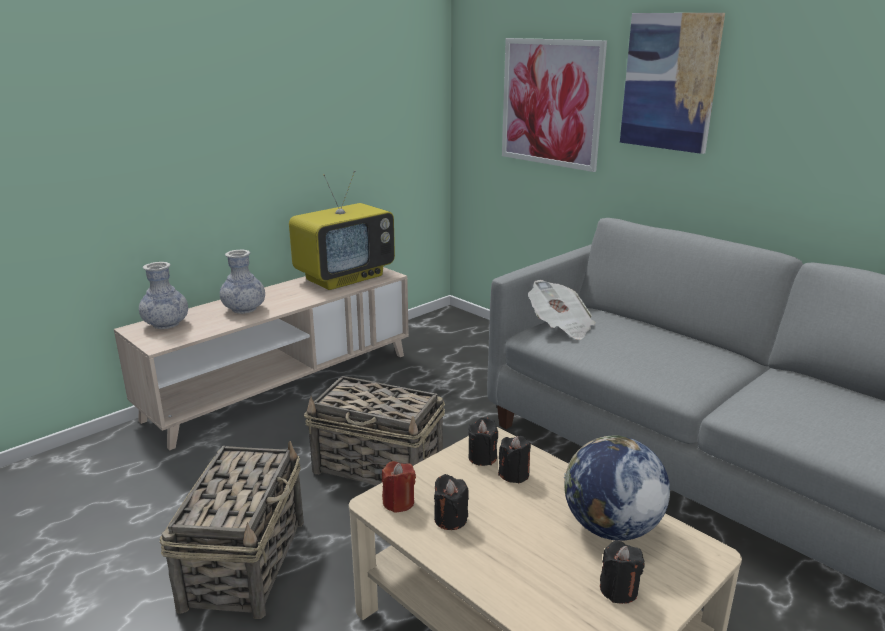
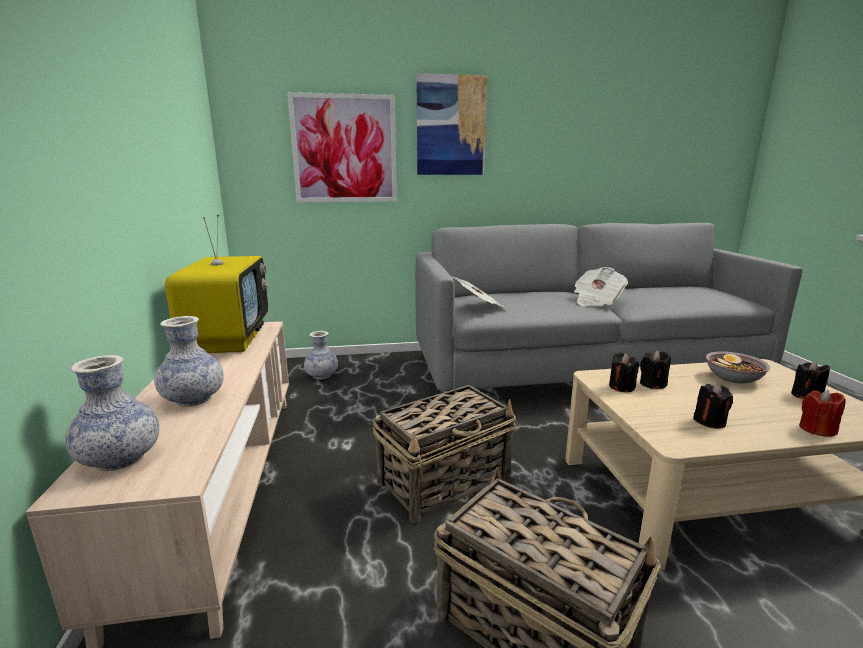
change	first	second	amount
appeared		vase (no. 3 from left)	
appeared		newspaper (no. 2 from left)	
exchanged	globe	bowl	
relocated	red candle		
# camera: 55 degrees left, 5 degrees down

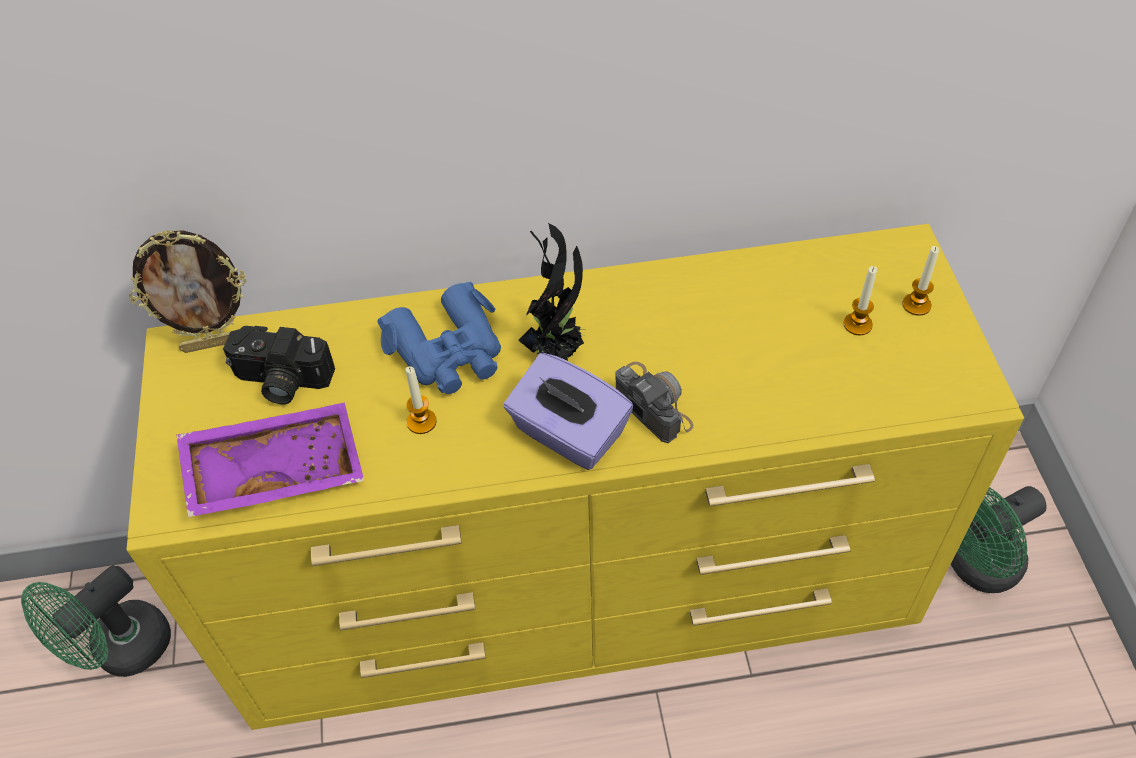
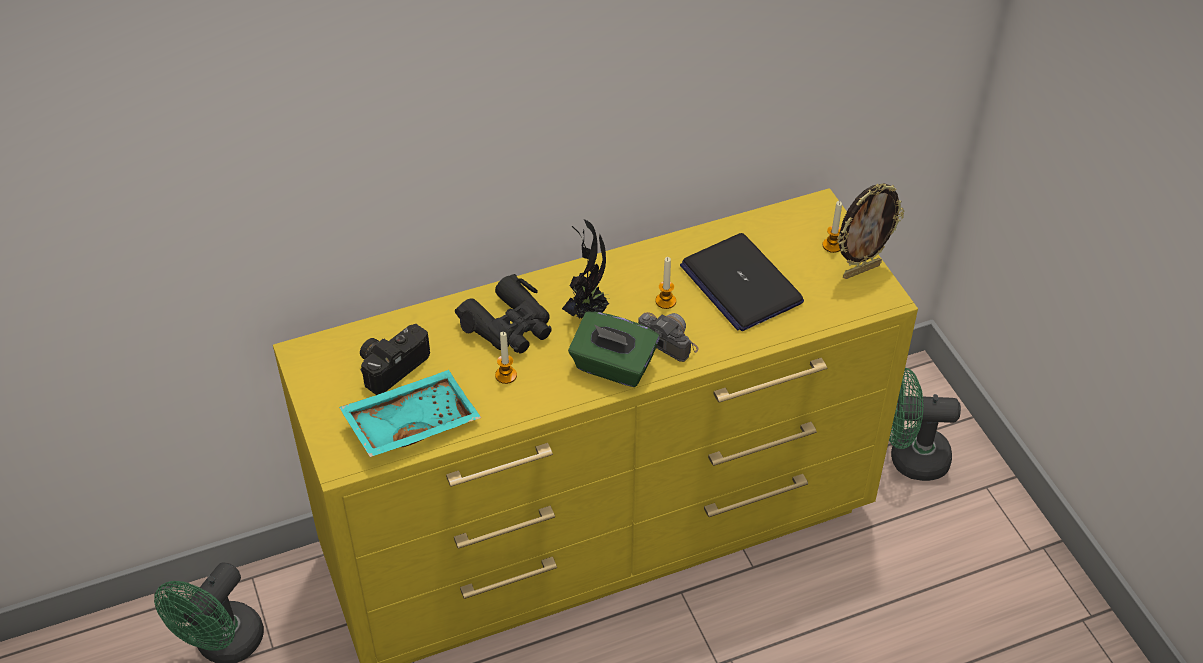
change	first	second	amount
colour	purple tray	turquoise tray	
spun	photo camera (no. 1 from left)		135 degrees clockwise
colour	blue binoculars	black binoculars	
colour	purple tissue box	green tissue box	
relocated	candle (no. 2 from left)		
appeared		laptop	
relocated	picture frame		
spun	green fan (no. 2 from left)		45 degrees clockwise
# camera: 15 degrees left, 5 degrees down

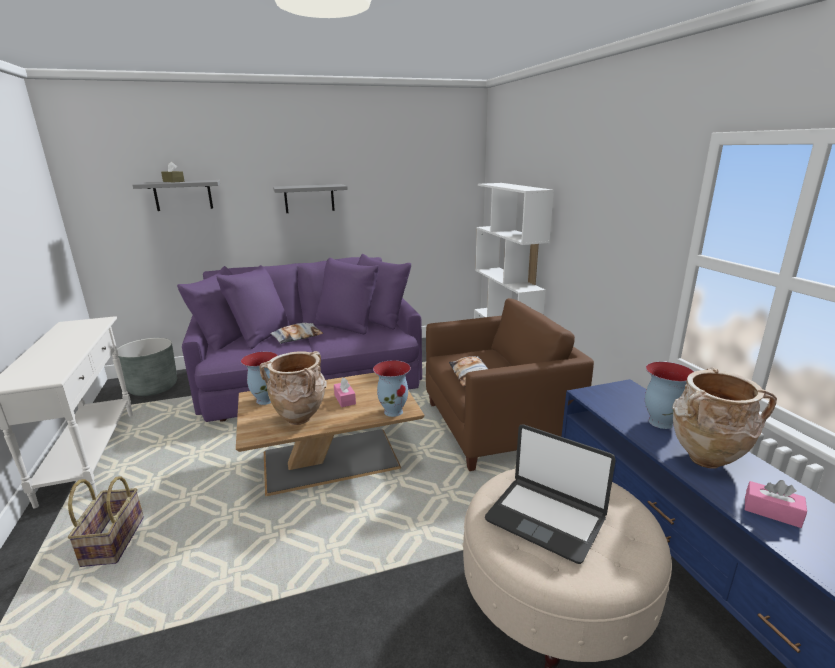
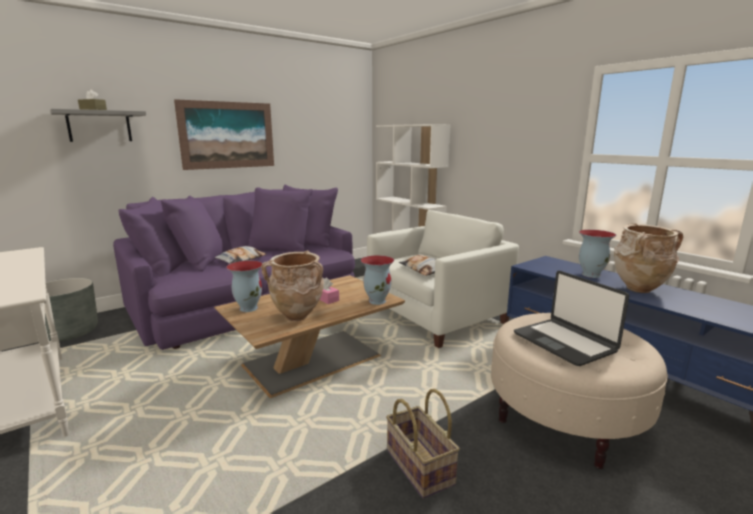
change	first	second	amount
exchanged	grey shelf (no. 2 from left)	picture	
colour	brown armchair	white armchair	
relocated	basket		
spun	laptop		45 degrees clockwise
missing	pink tissue box (no. 2 from left)		
# camera: 20 degrees left, 5 degrees down

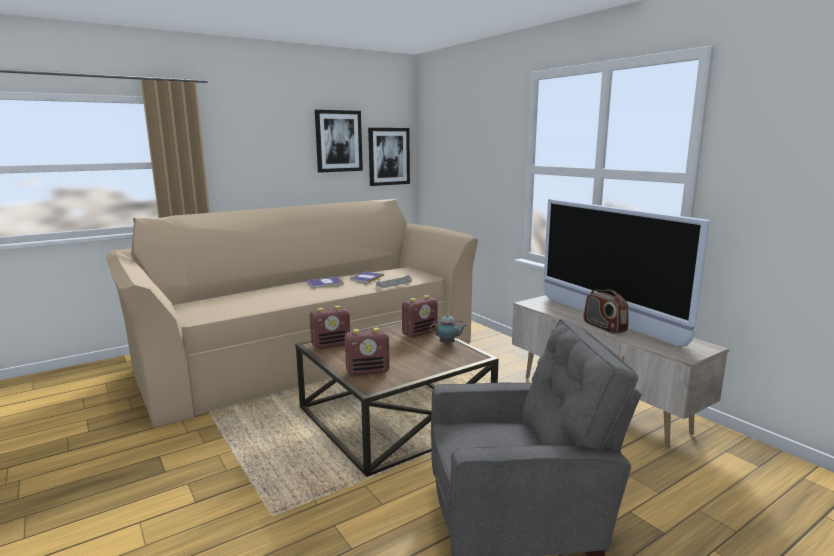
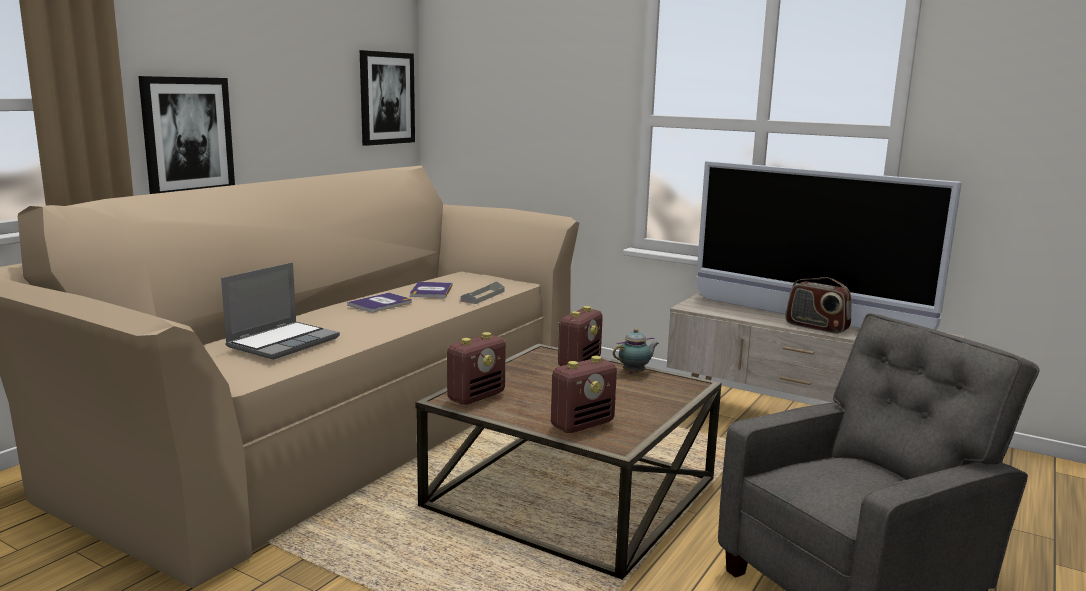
change	first	second	amount
relocated	picture (no. 1 from left)		
appeared		laptop	
# camera: 25 degrees left, 0 degrees up

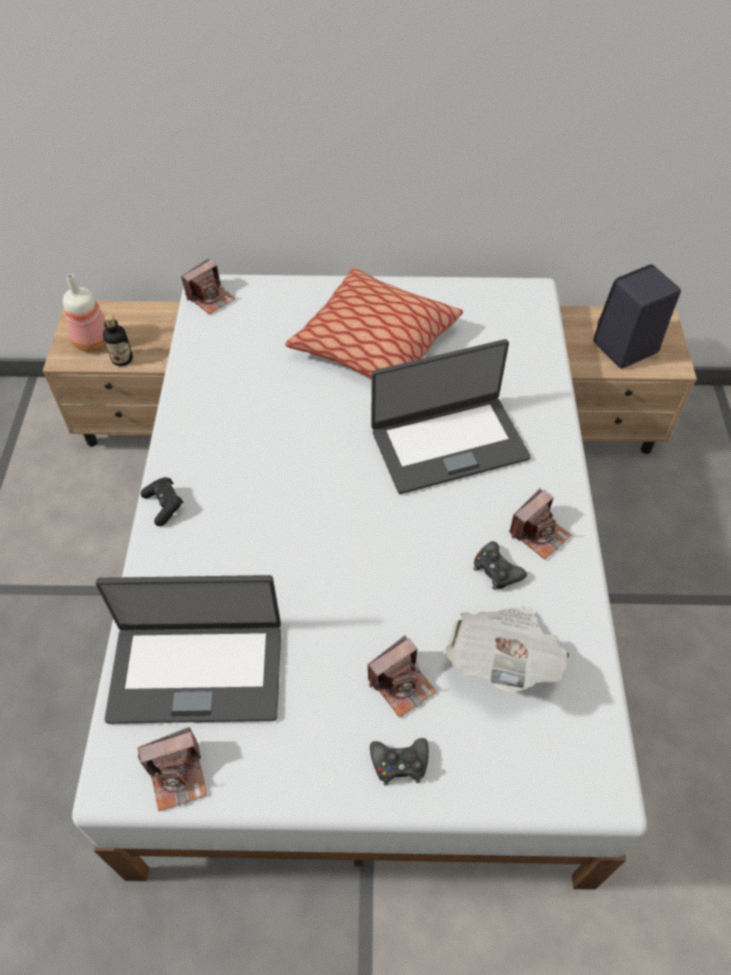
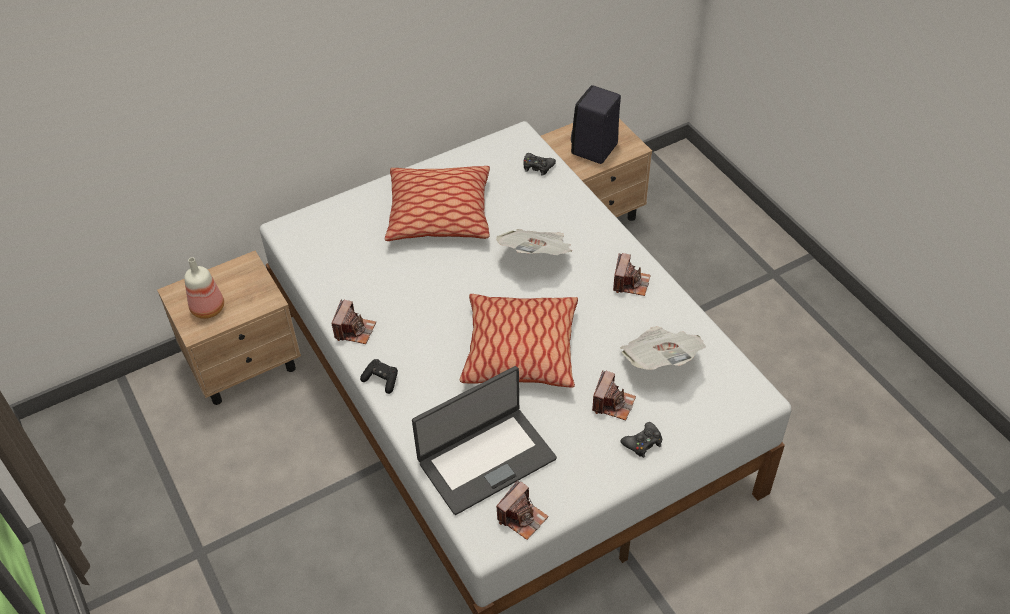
change	first	second	amount
relocated	photo camera (no. 2 from left in the first image)	photo camera (no. 1 from left)	
appeared		pillow (no. 2 from left)	
exchanged	laptop (no. 2 from left)	newspaper (no. 1 from left)	
relocated	black game controller (no. 3 from left in the first image)	black game controller (no. 2 from left)	
missing	bottle (no. 2 from left)		
# camera: 30 degrees left, 5 degrees down

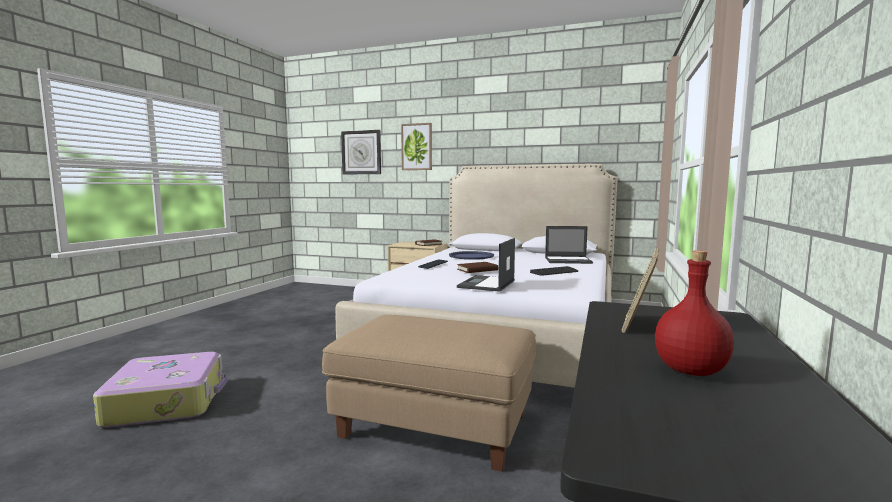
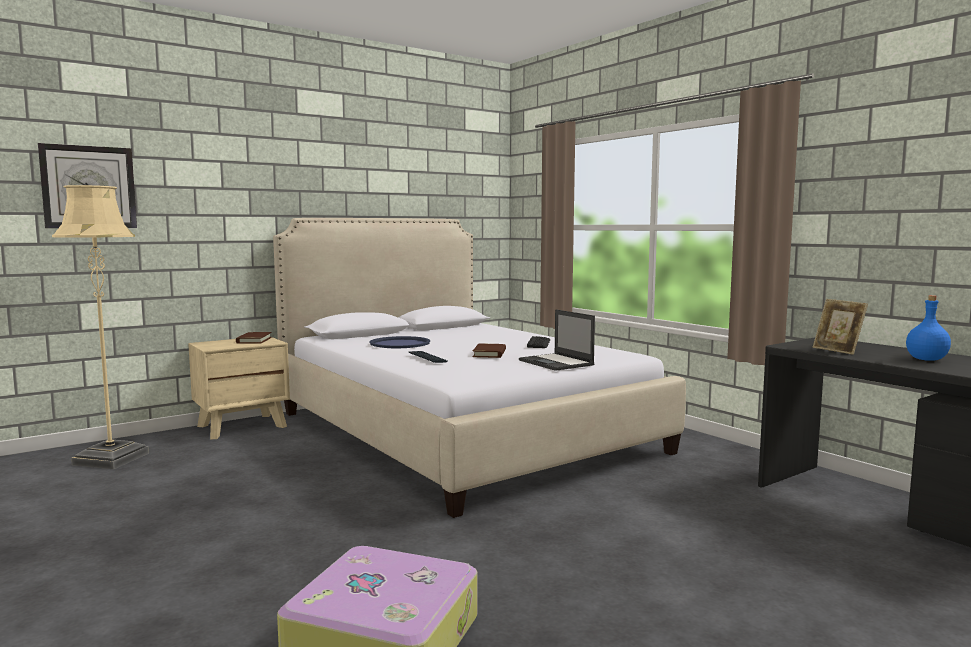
change	first	second	amount
appeared		beige floor lamp	
colour	red bottle	blue bottle	
missing	beige ottoman		
missing	picture		
missing	laptop (no. 2 from left)		
# camera: 55 degrees left, 0 degrees up

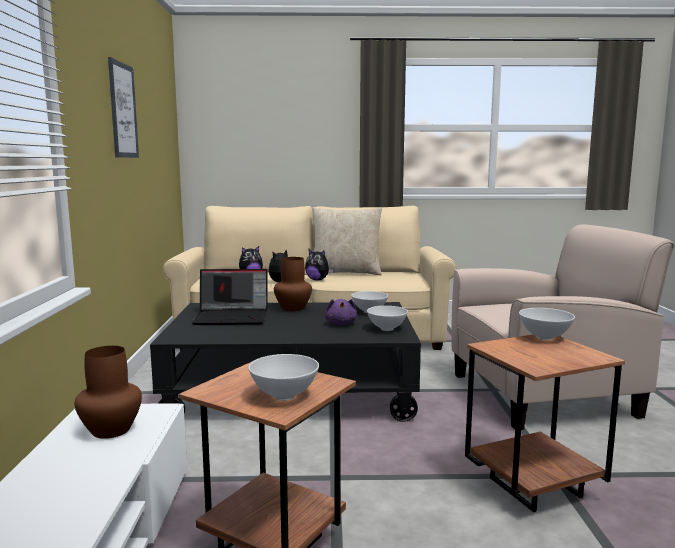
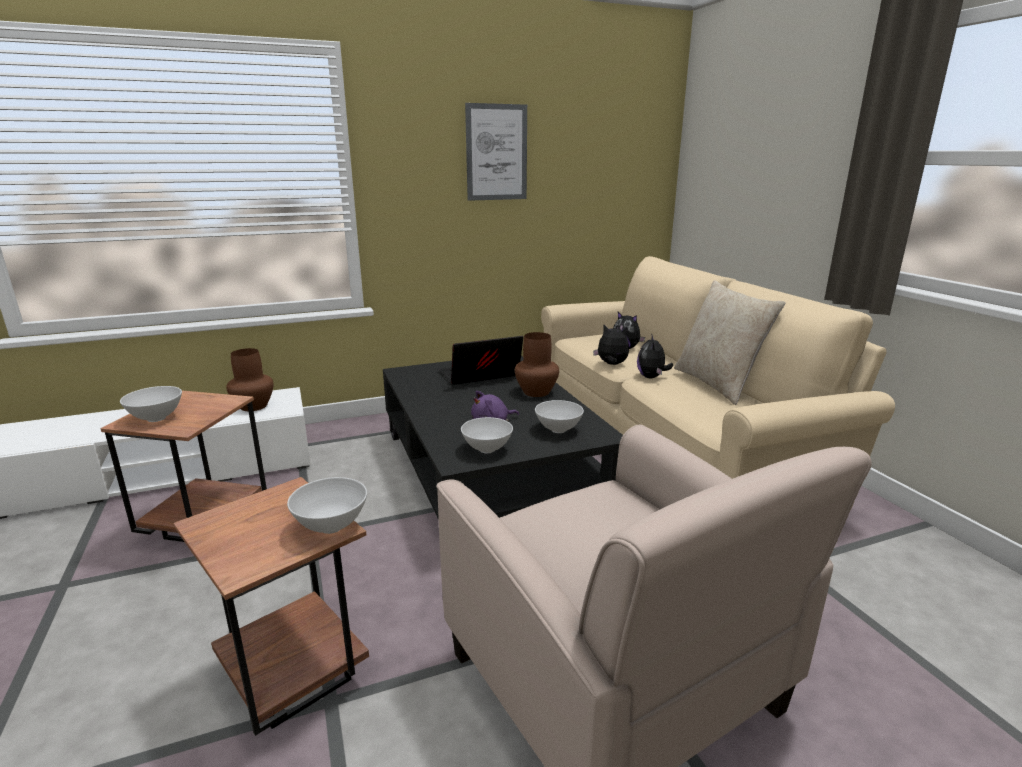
change	first	second	amount
spun	laptop		90 degrees clockwise
# camera: 70 degrees right, 10 degrees up

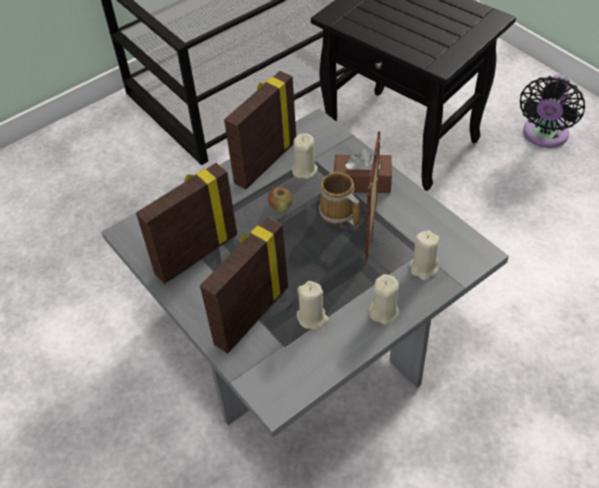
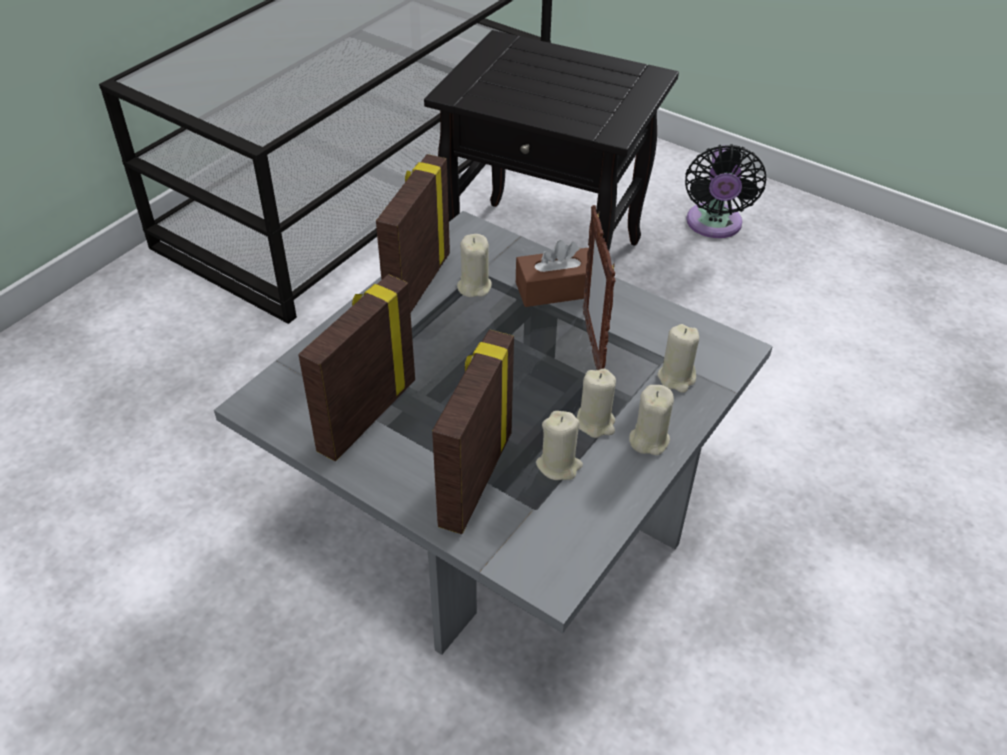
change	first	second	amount
appeared		beige candle (no. 3 from left)	
missing	apple		
missing	mug		
# camera: 20 degrees left, 5 degrees down

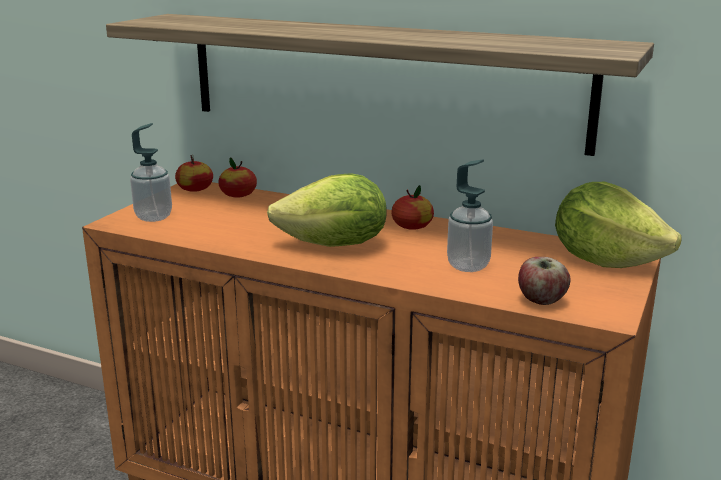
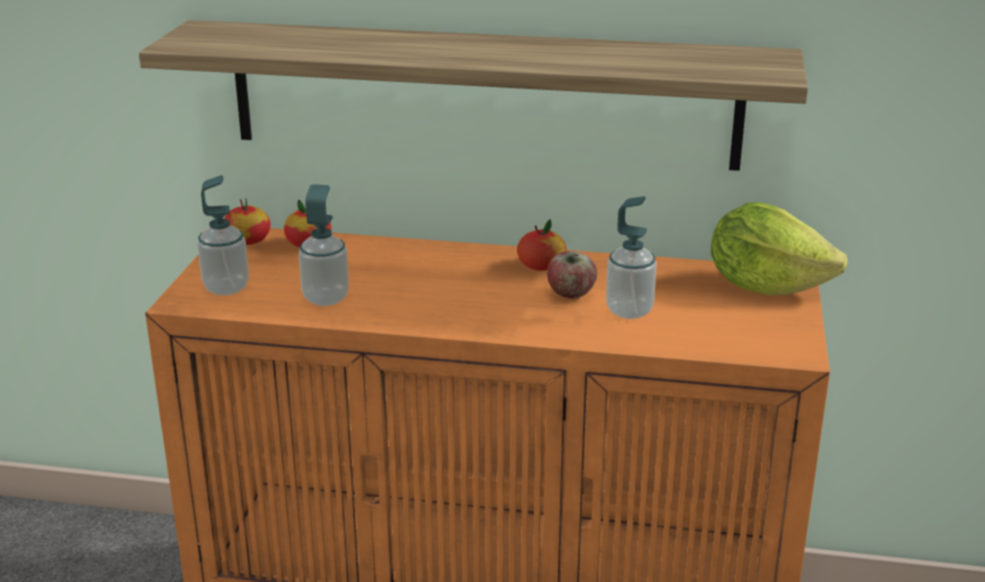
change	first	second	amount
appeared		soap dispenser (no. 2 from left)	
relocated	apple (no. 4 from left)		
missing	lettuce (no. 1 from left)		
# camera: 15 degrees left, 5 degrees up

